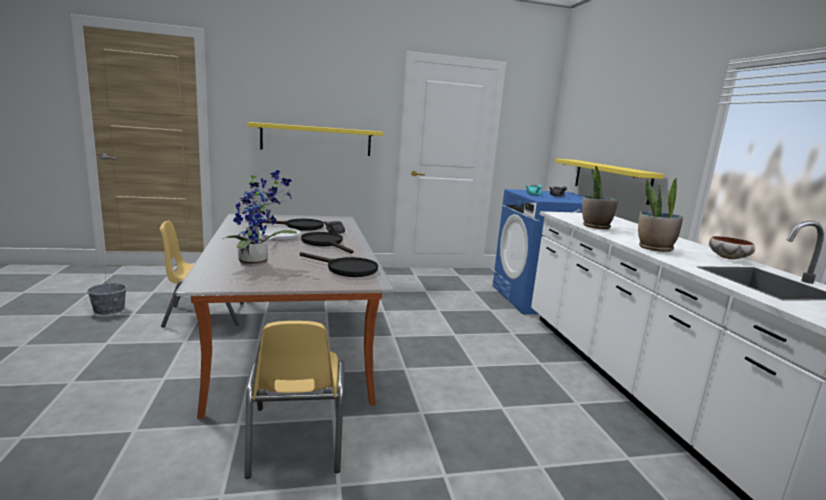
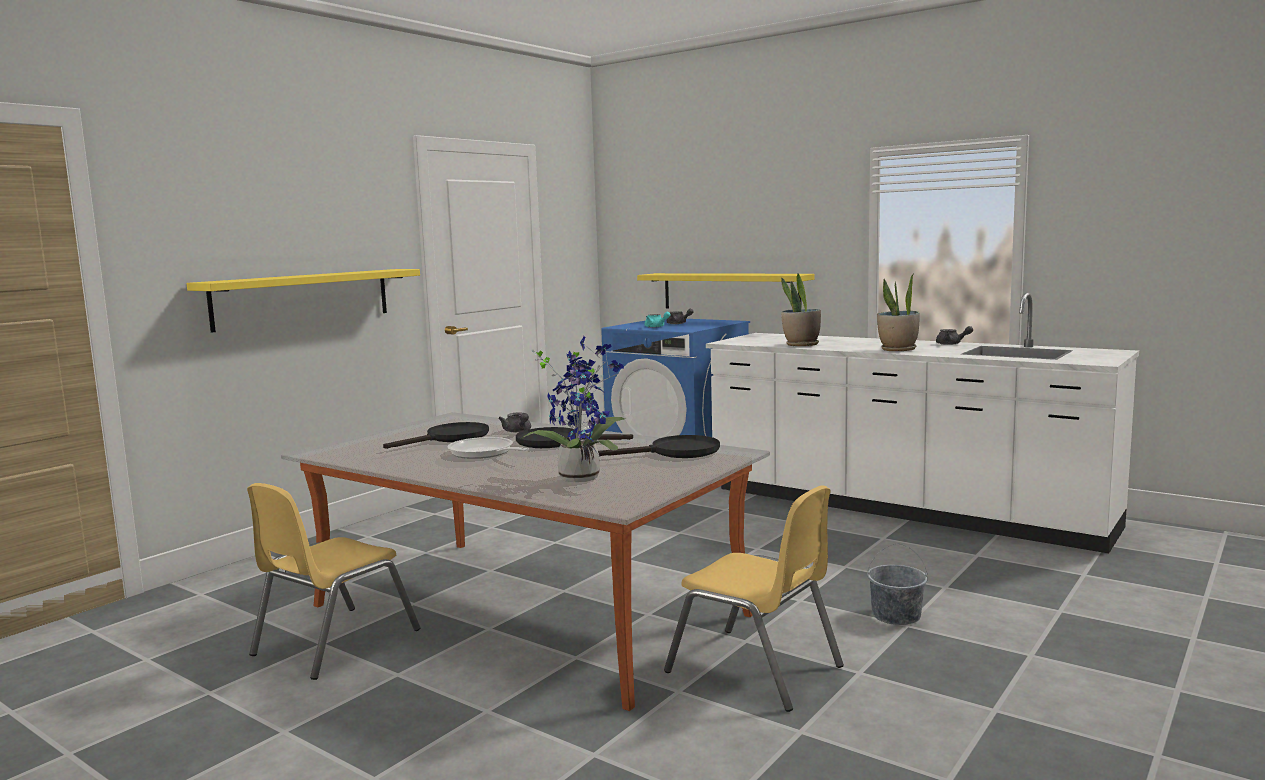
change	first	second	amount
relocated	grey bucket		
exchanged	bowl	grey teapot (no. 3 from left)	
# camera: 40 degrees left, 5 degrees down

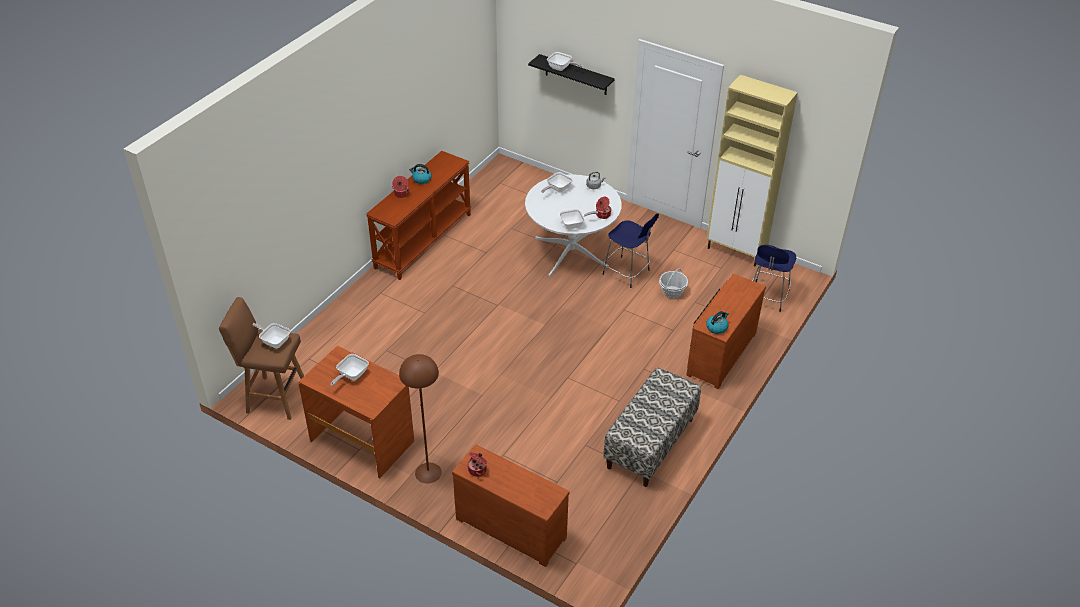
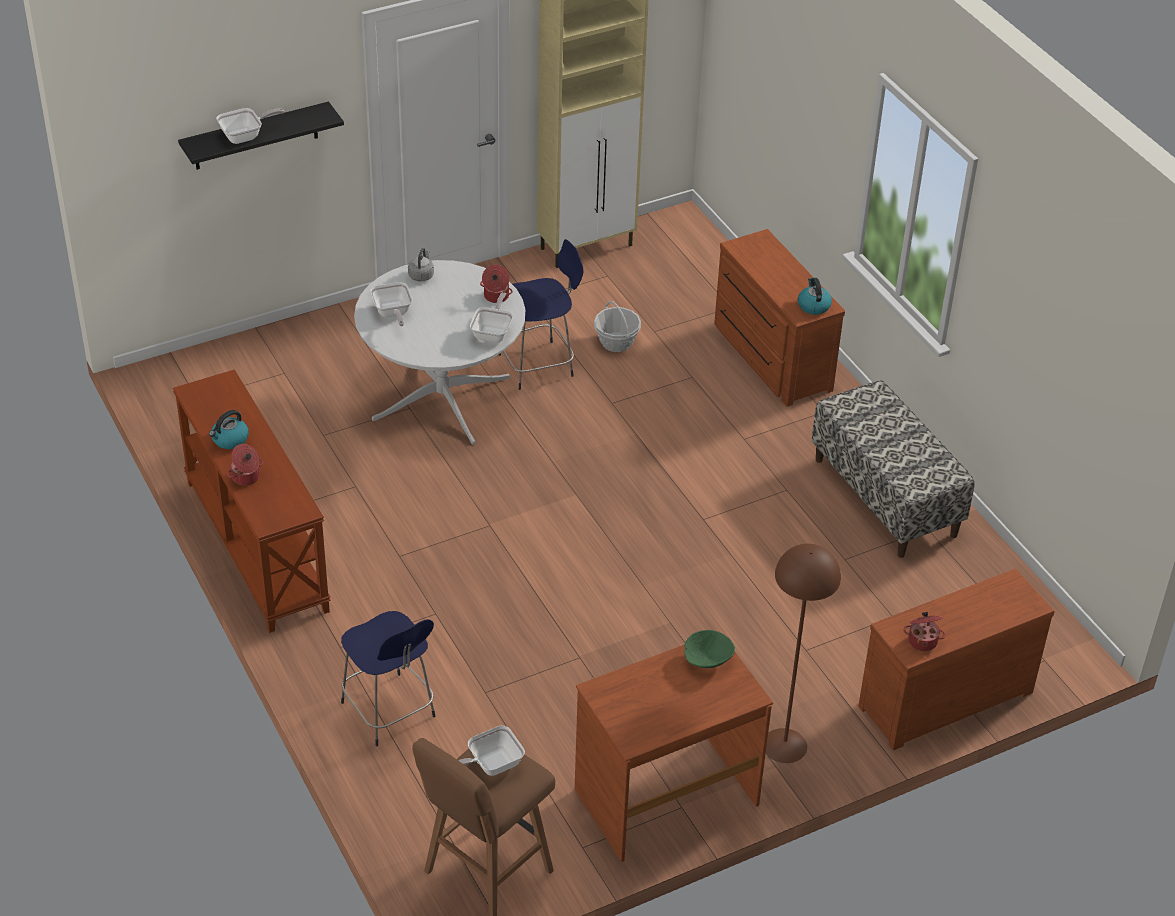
change	first	second	amount
relocated	blue stool (no. 2 from left in the first image)	blue stool (no. 1 from left)	
appeared		green bowl	
missing	frying pan (no. 2 from left)		
# camera: 60 degrees left, 0 degrees up

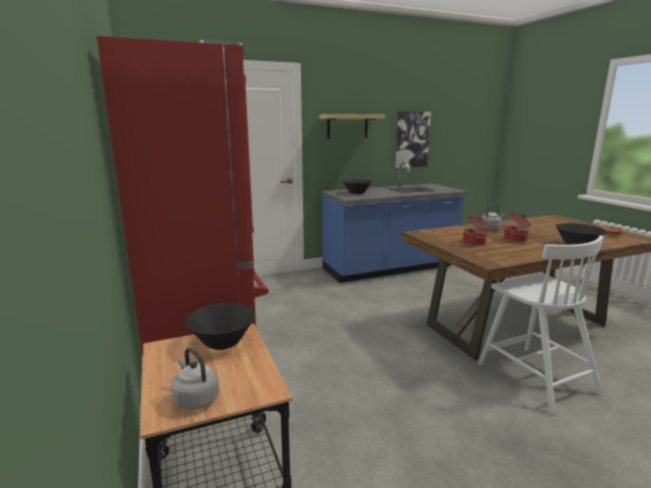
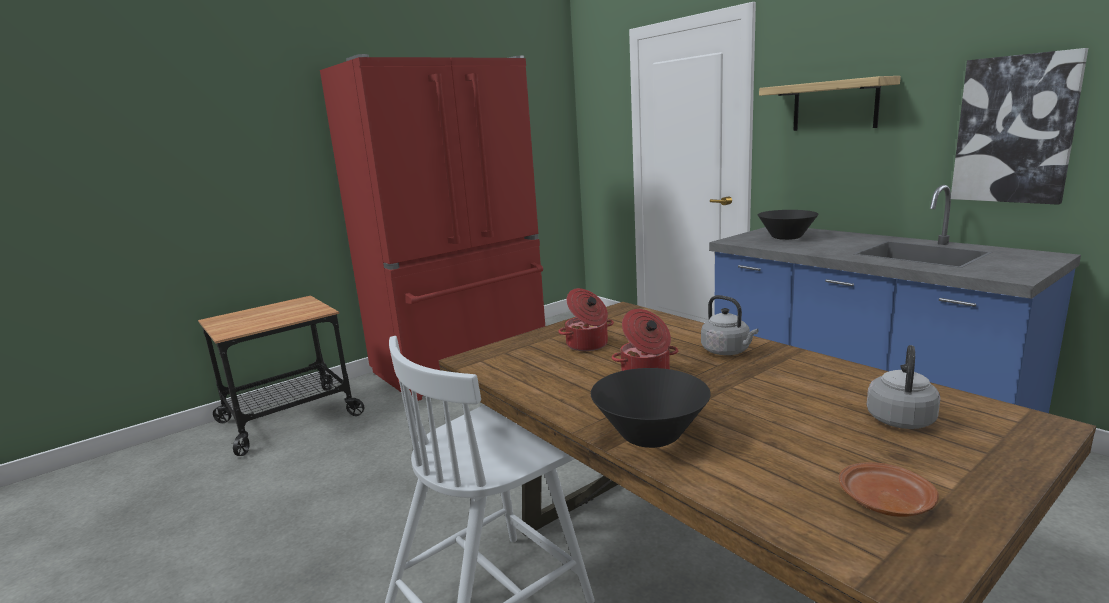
change	first	second	amount
relocated	grey kettle (no. 1 from left in the first image)	grey kettle (no. 2 from left)	
missing	black bowl (no. 1 from left)		
# camera: 75 degrees right, 0 degrees up

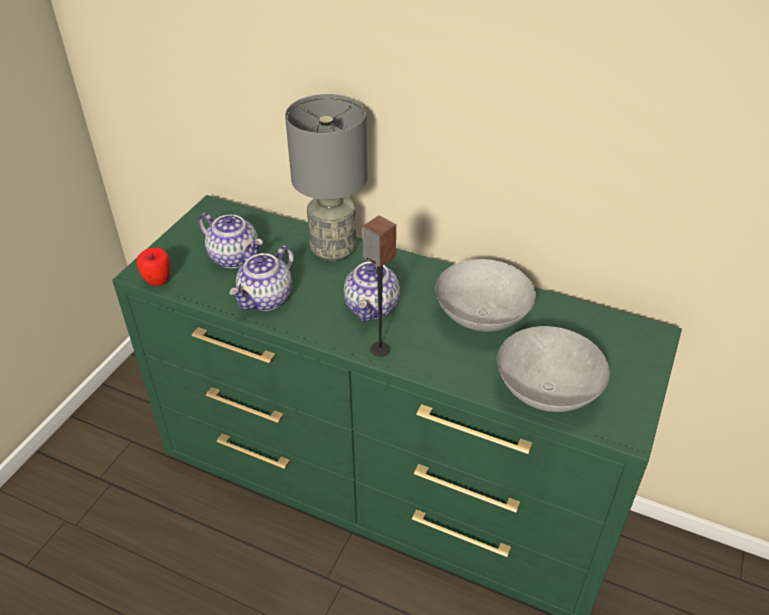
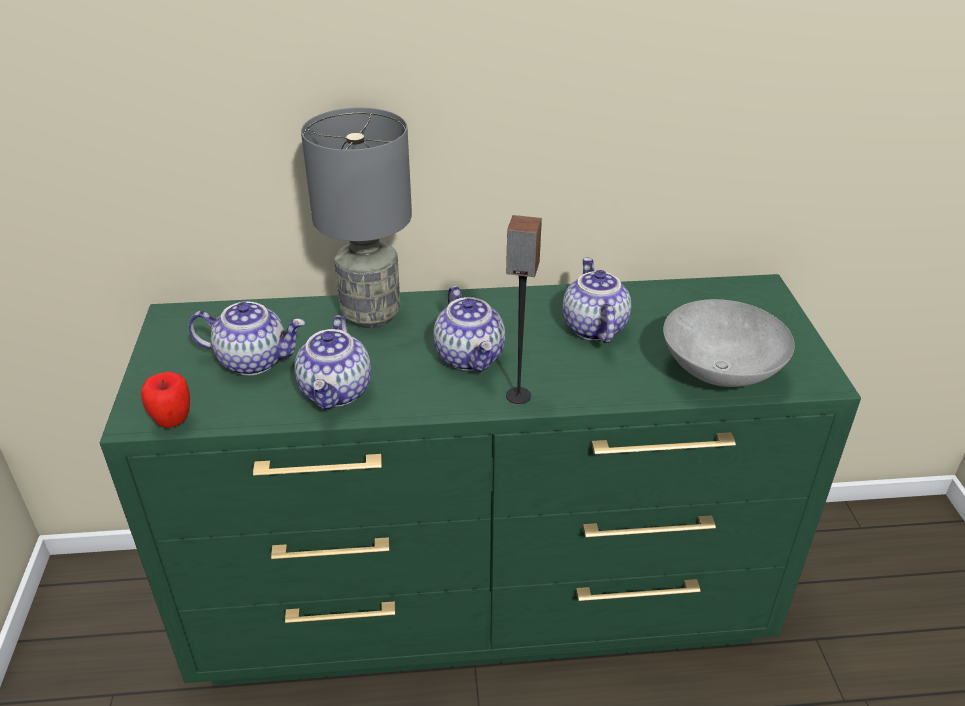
change	first	second	amount
exchanged	grey bowl (no. 1 from left)	teapot (no. 4 from left)	
# camera: 30 degrees left, 5 degrees down

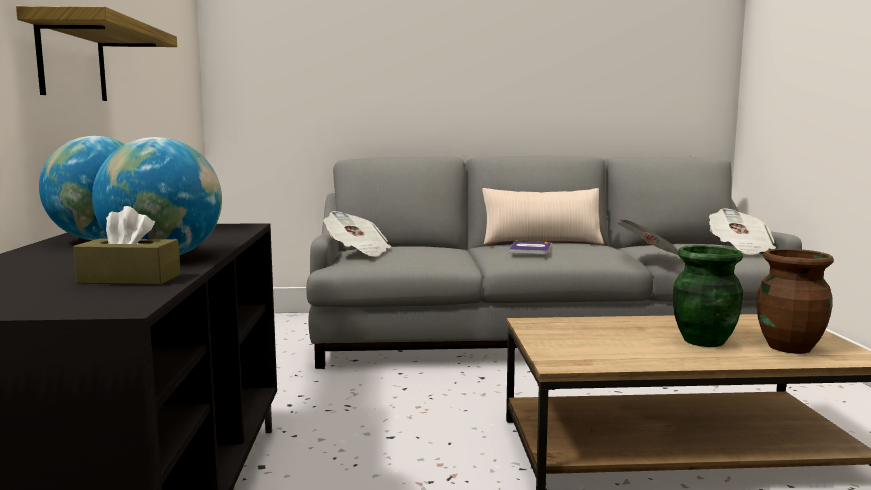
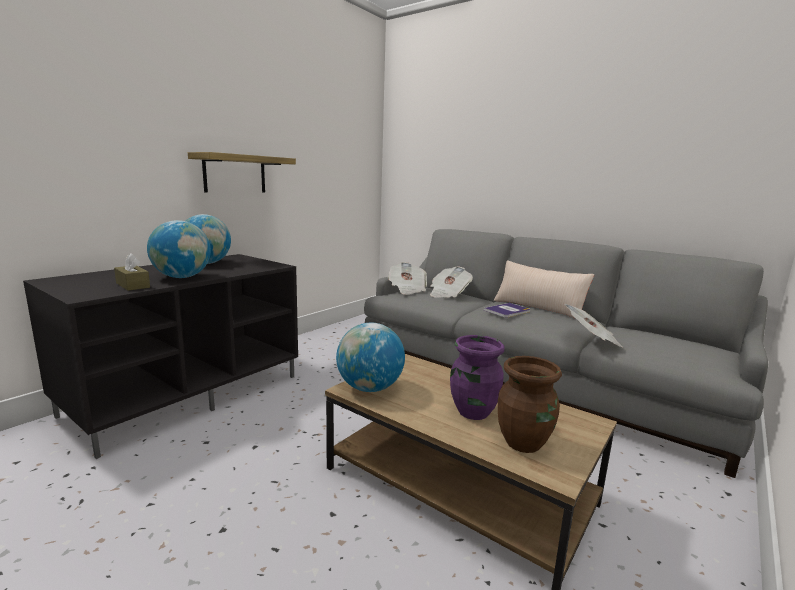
change	first	second	amount
appeared		globe (no. 3 from left)	
relocated	newspaper (no. 3 from left in the first image)	newspaper (no. 2 from left)	
colour	green vase	purple vase	
# camera: 40 degrees right, 5 degrees up

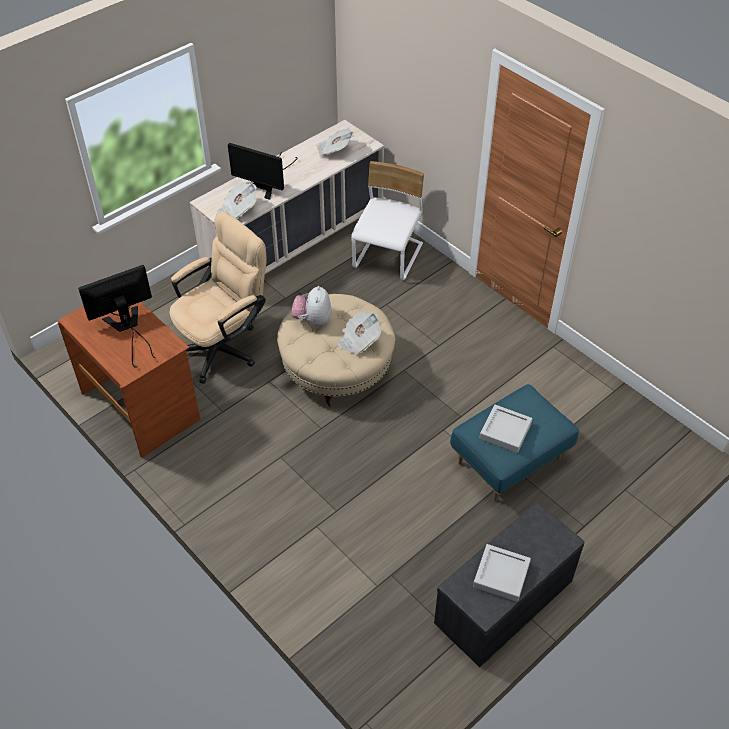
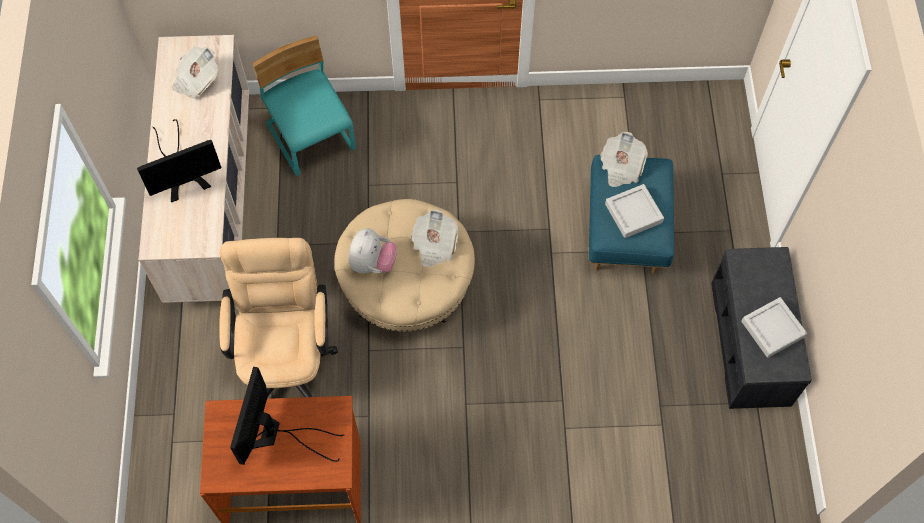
change	first	second	amount
colour	white chair	turquoise chair	
spun	plush toy		120 degrees counterclockwise
relocated	newspaper (no. 1 from left in the first image)	newspaper (no. 3 from left)	
# camera: 50 degrees left, 15 degrees up

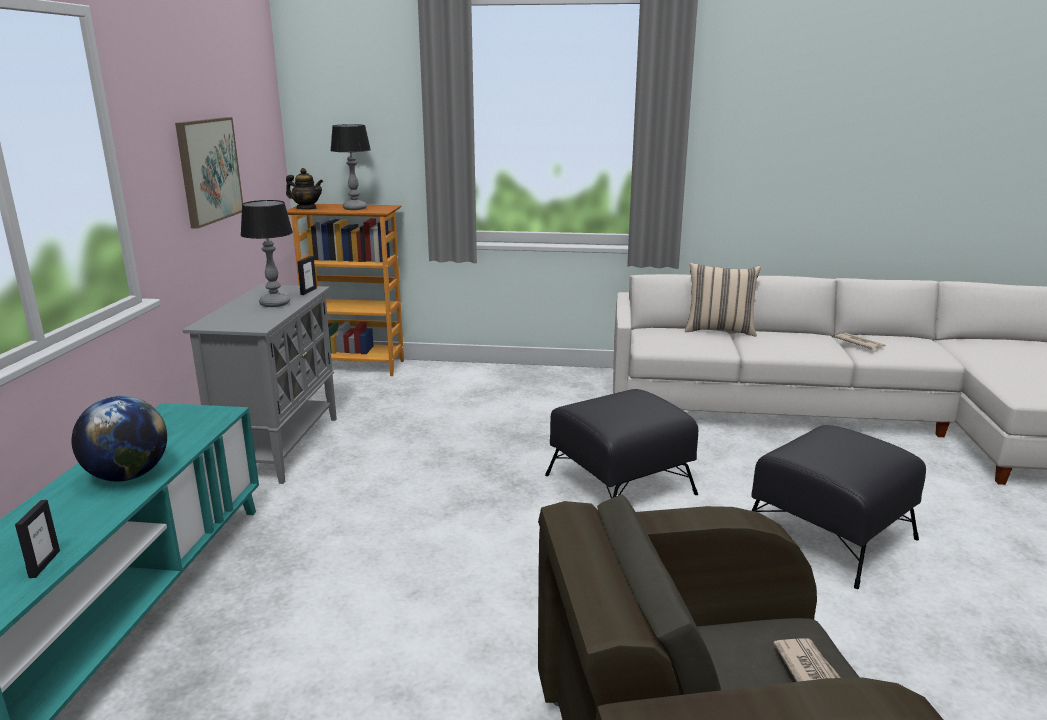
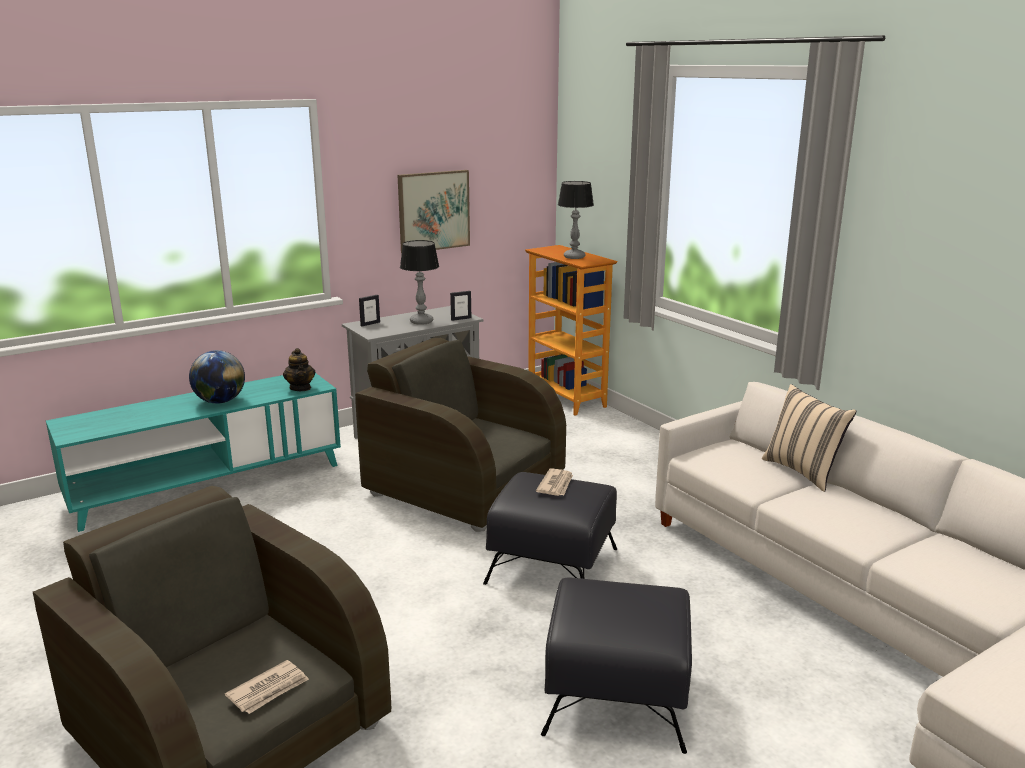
change	first	second	amount
relocated	teapot		
appeared		brown armchair (no. 2 from left)	
relocated	picture frame (no. 1 from left)		
relocated	newspaper (no. 2 from left)		
# camera: 50 degrees right, 0 degrees up

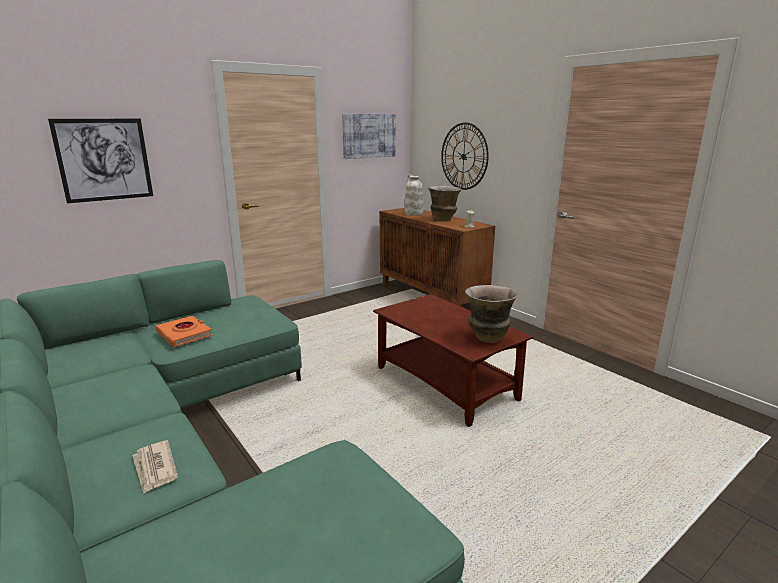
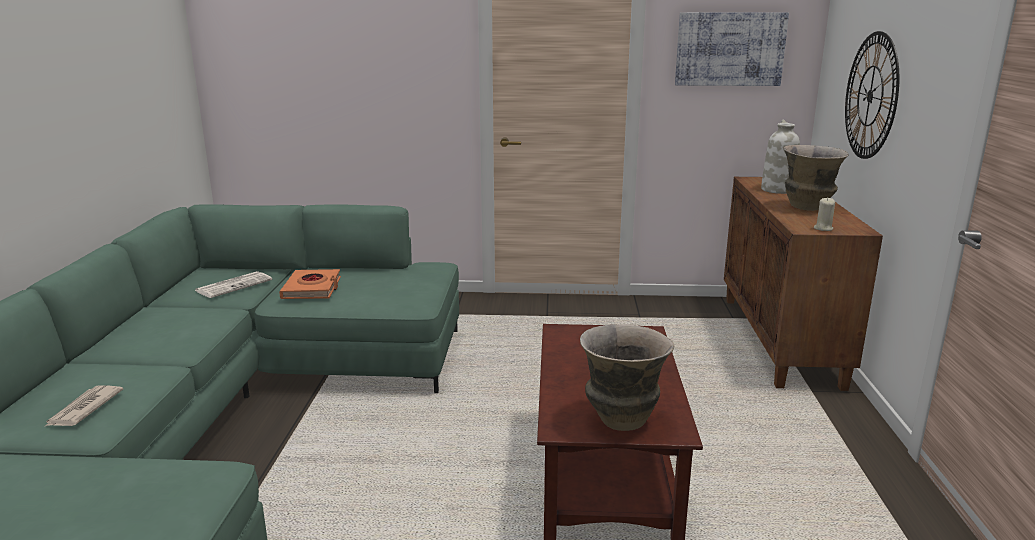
change	first	second	amount
appeared		newspaper (no. 2 from left)	
missing	picture (no. 1 from left)		
# camera: 40 degrees right, 0 degrees up

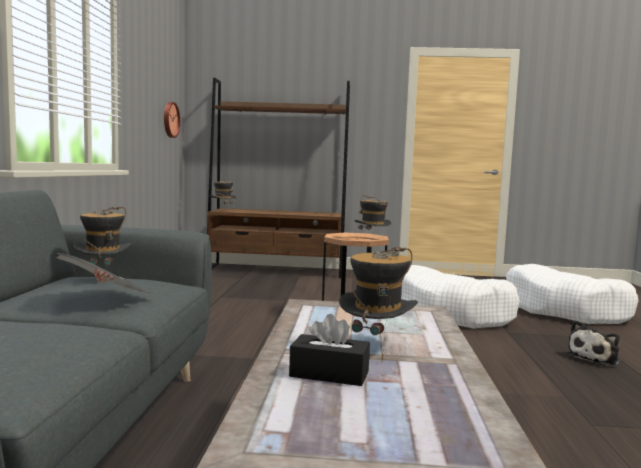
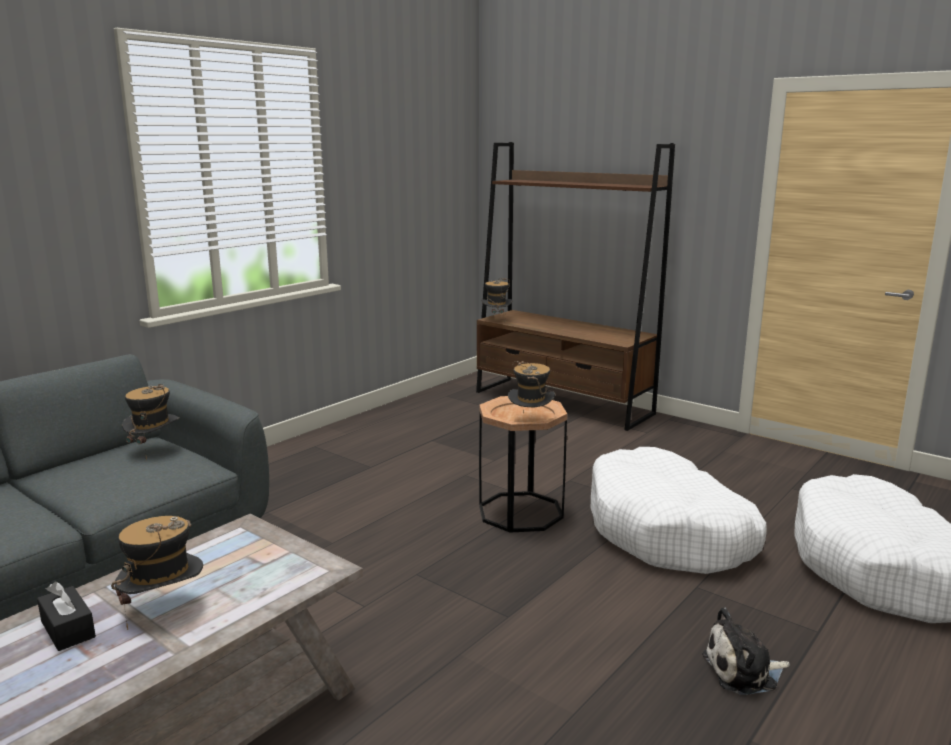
change	first	second	amount
missing	newspaper		
missing	wall clock		
# camera: 35 degrees right, 10 degrees up

